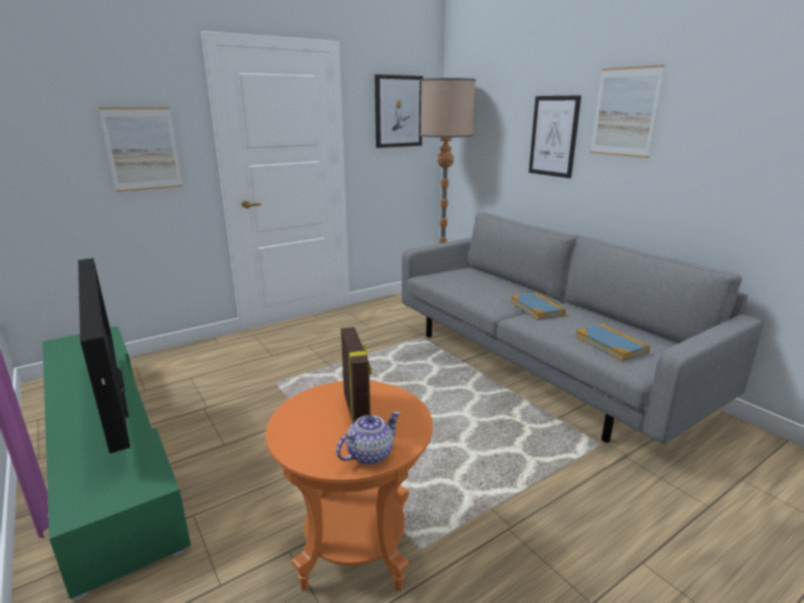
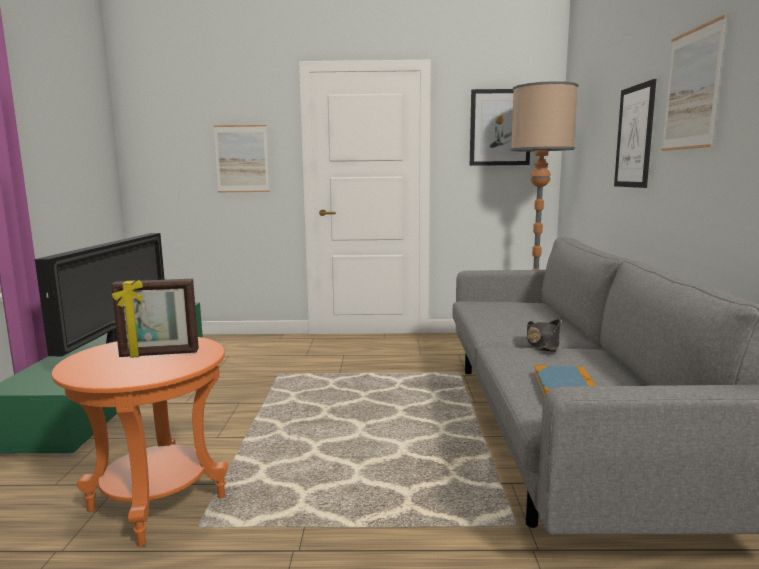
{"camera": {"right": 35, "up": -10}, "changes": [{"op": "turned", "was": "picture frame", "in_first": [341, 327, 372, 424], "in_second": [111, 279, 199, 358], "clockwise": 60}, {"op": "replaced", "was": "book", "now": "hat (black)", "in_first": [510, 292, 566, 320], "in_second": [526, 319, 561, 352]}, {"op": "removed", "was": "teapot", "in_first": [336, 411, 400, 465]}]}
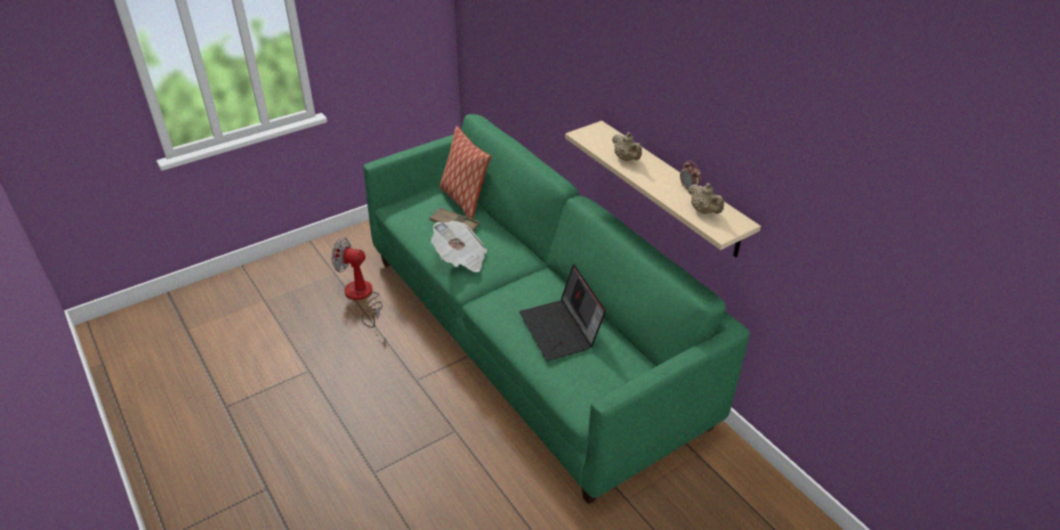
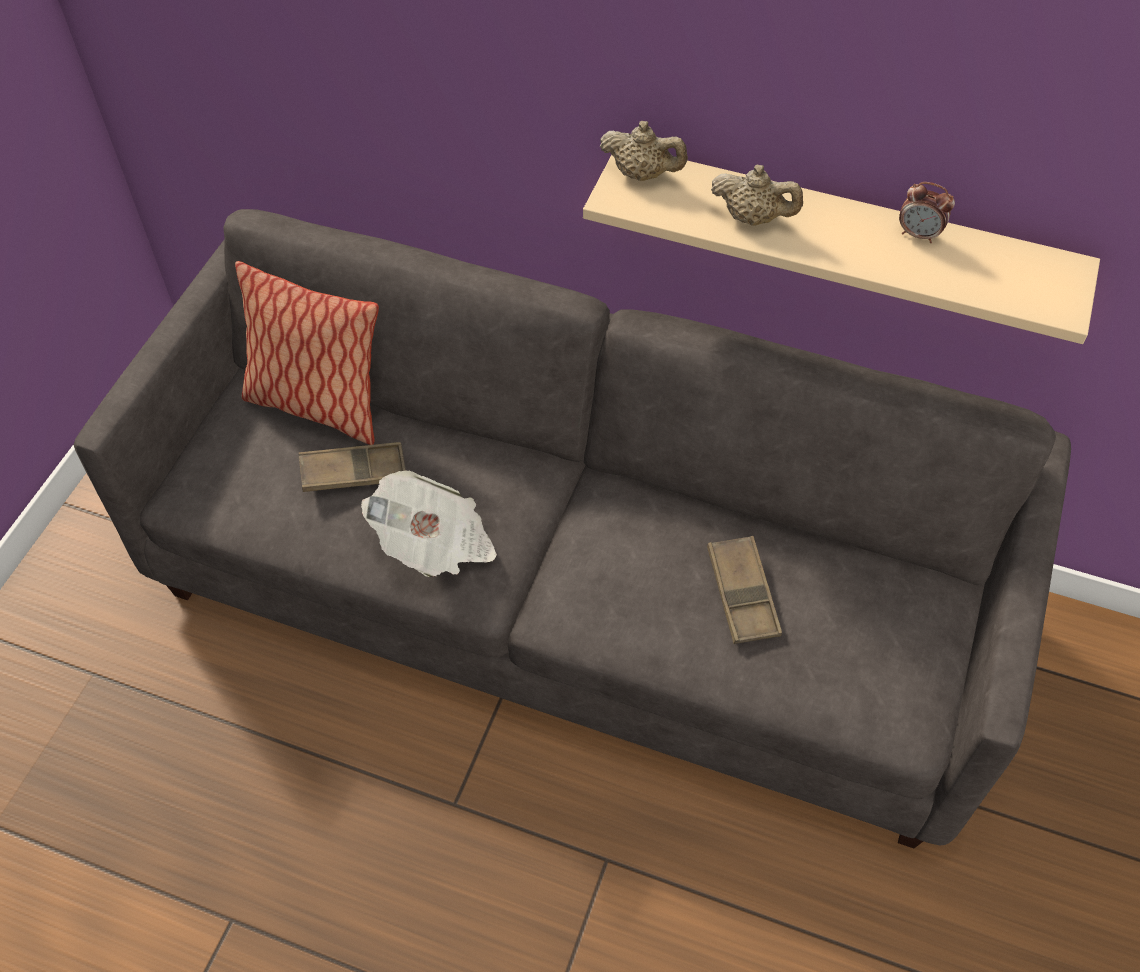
{"camera": {"right": -35, "up": 15}, "changes": [{"op": "recoloured", "was": "sofa (green)", "now": "sofa (grey)", "in_first": [363, 114, 750, 505], "in_second": [73, 209, 1071, 848]}, {"op": "moved", "was": "teapot (beige)", "in_first": [688, 183, 724, 214], "in_second": [600, 121, 688, 181]}, {"op": "replaced", "was": "laptop", "now": "tray (brown)", "in_first": [519, 264, 606, 361], "in_second": [707, 536, 782, 644]}, {"op": "removed", "was": "fan", "in_first": [331, 237, 382, 328]}]}
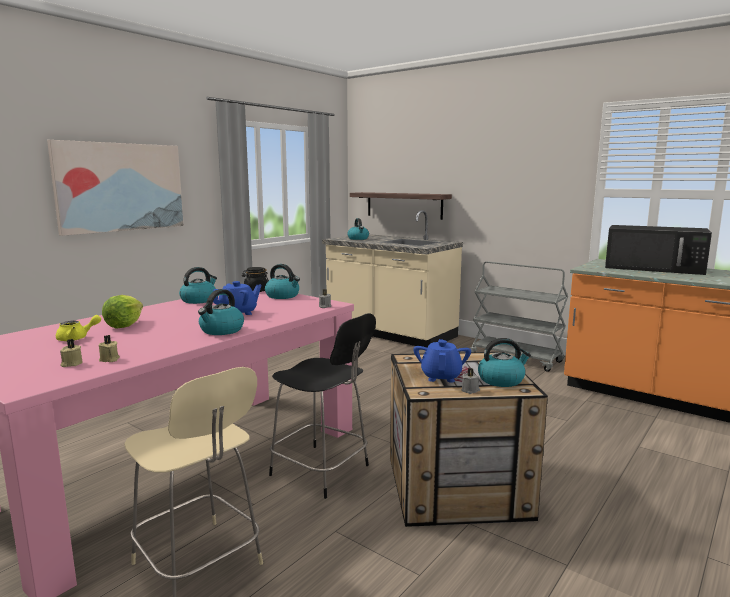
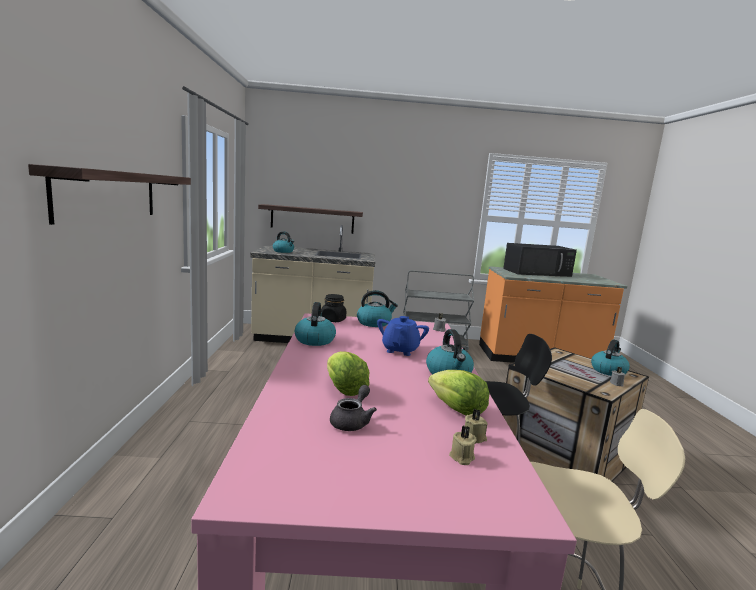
{"camera": {"right": -40, "up": 0}, "changes": [{"op": "replaced", "was": "picture", "now": "shelf", "in_first": [47, 140, 184, 236], "in_second": [28, 164, 191, 225]}, {"op": "recoloured", "was": "teapot (yellow)", "now": "teapot (grey)", "in_first": [56, 315, 101, 341], "in_second": [330, 385, 377, 431]}, {"op": "added", "now": "lettuce", "in_second": [428, 370, 489, 416]}, {"op": "removed", "was": "teapot (blue)", "in_first": [413, 339, 471, 383]}]}
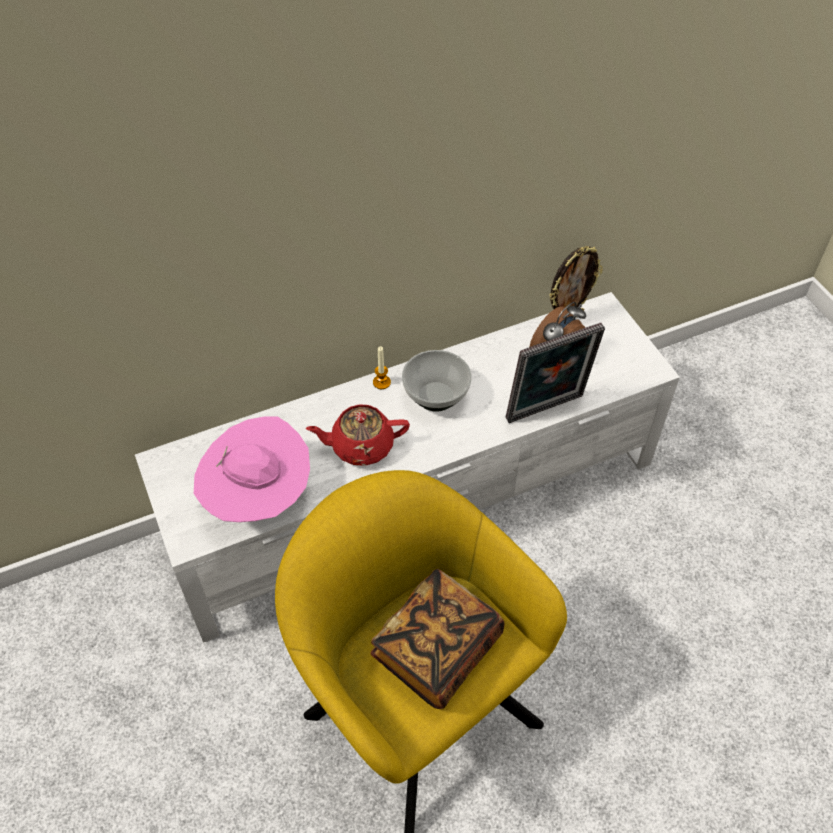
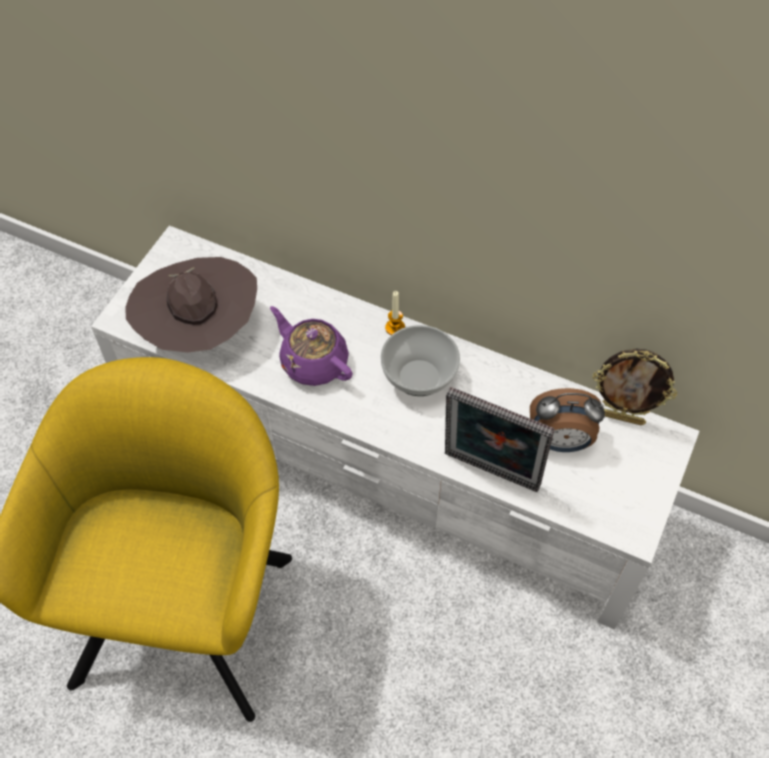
{"camera": {"right": 50, "up": 5}, "changes": [{"op": "recoloured", "was": "hat (pink)", "now": "hat (brown)", "in_first": [194, 416, 310, 522], "in_second": [126, 257, 257, 353]}, {"op": "recoloured", "was": "teapot (red)", "now": "teapot (purple)", "in_first": [306, 404, 410, 466], "in_second": [270, 306, 353, 386]}, {"op": "removed", "was": "book", "in_first": [370, 569, 505, 709]}]}
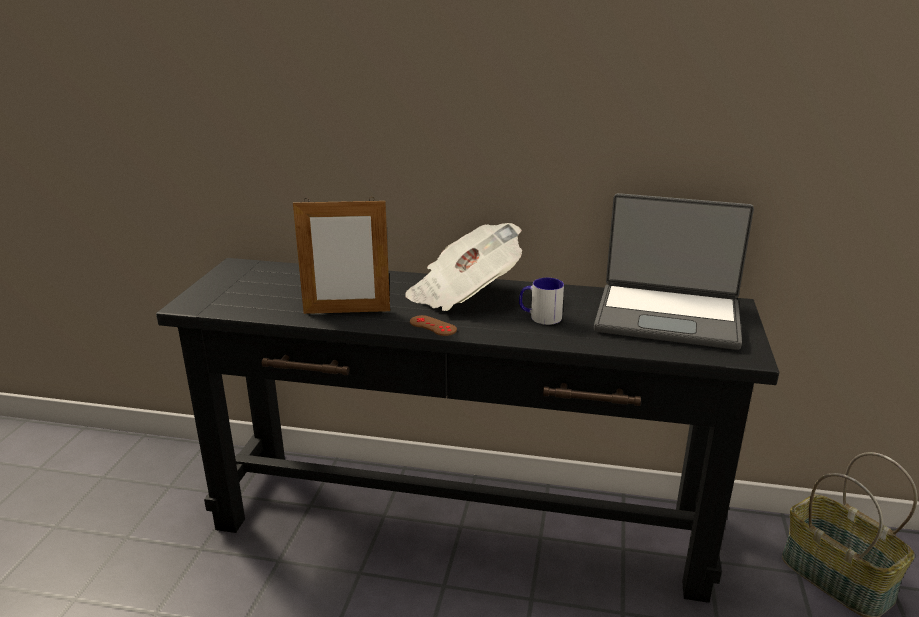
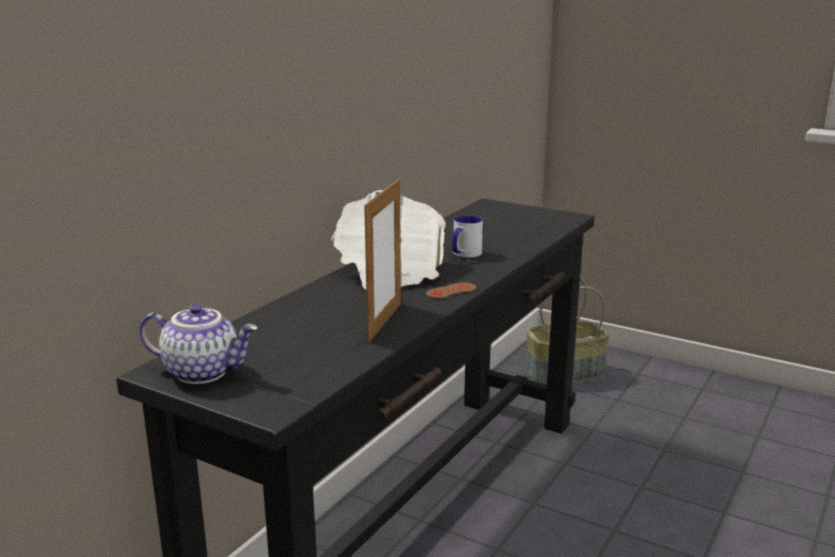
{"camera": {"right": -70, "up": -5}, "changes": [{"op": "added", "now": "teapot", "in_second": [139, 303, 258, 384]}, {"op": "removed", "was": "laptop", "in_first": [594, 193, 754, 350]}]}
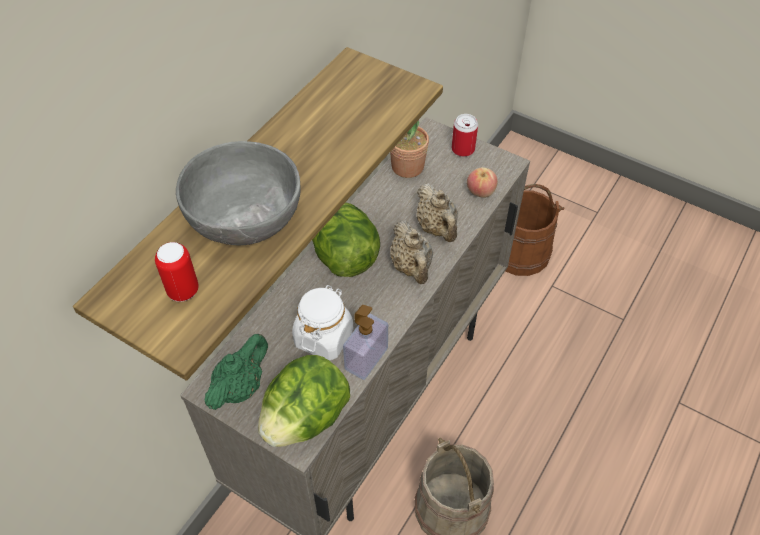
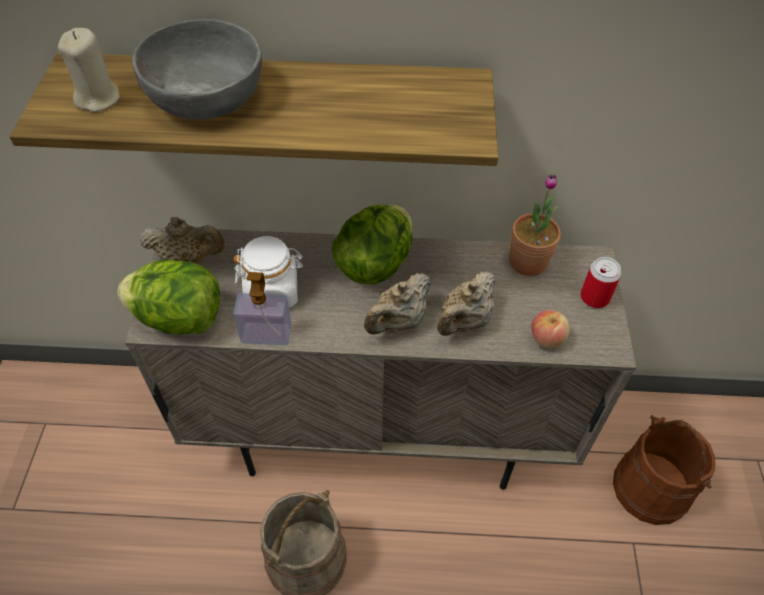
{"camera": {"right": 60, "up": 0}, "changes": [{"op": "replaced", "was": "can", "now": "candle (beige)", "in_first": [155, 242, 199, 302], "in_second": [58, 28, 120, 112]}, {"op": "recoloured", "was": "teapot (green)", "now": "teapot (beige)", "in_first": [204, 334, 268, 410], "in_second": [140, 217, 225, 264]}]}
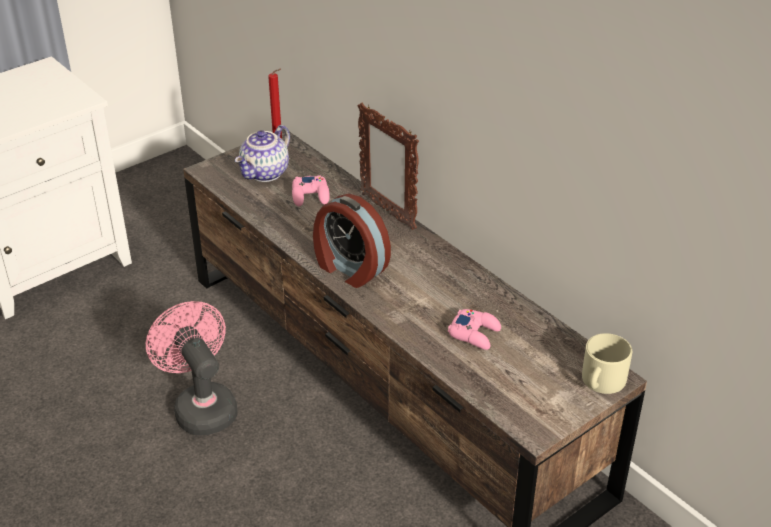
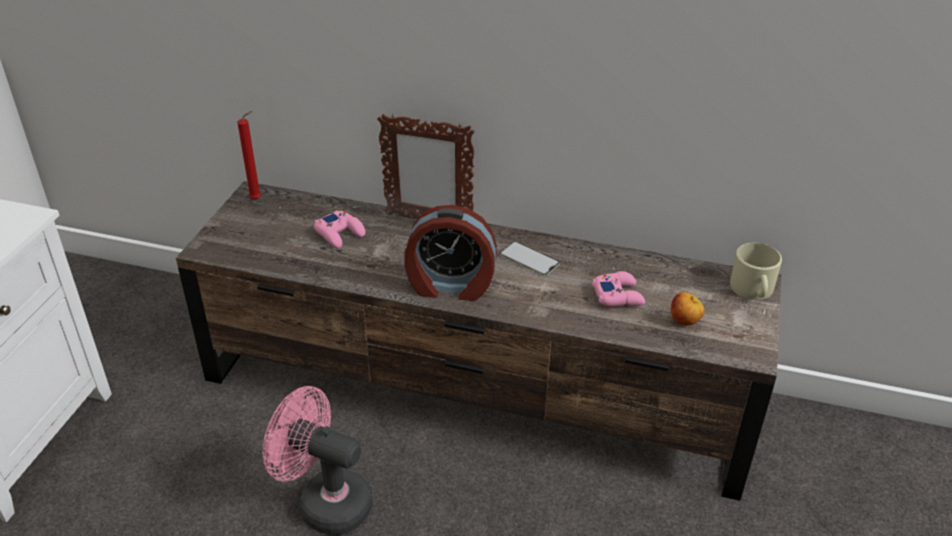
{"camera": {"right": -35, "up": 0}, "changes": [{"op": "added", "now": "phone", "in_second": [499, 241, 560, 276]}, {"op": "added", "now": "apple", "in_second": [671, 292, 704, 325]}, {"op": "removed", "was": "teapot", "in_first": [235, 125, 290, 182]}]}
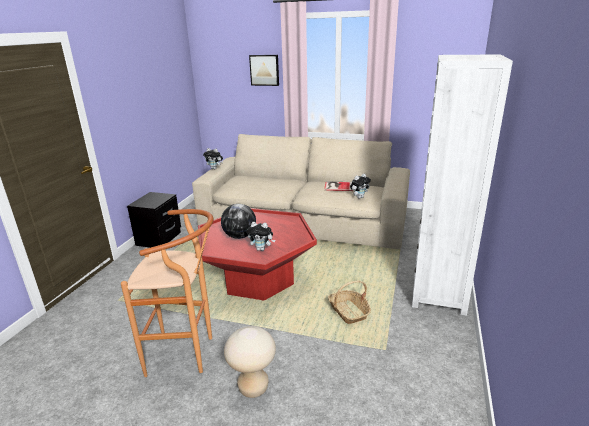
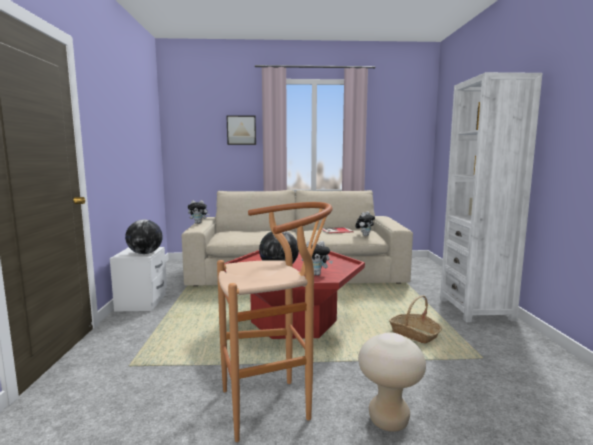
{"camera": {"right": -20, "up": -15}, "changes": [{"op": "recoloured", "was": "nightstand (black)", "now": "nightstand (white)", "in_first": [127, 192, 181, 248], "in_second": [110, 247, 167, 312]}, {"op": "added", "now": "globe", "in_second": [125, 220, 163, 254]}]}
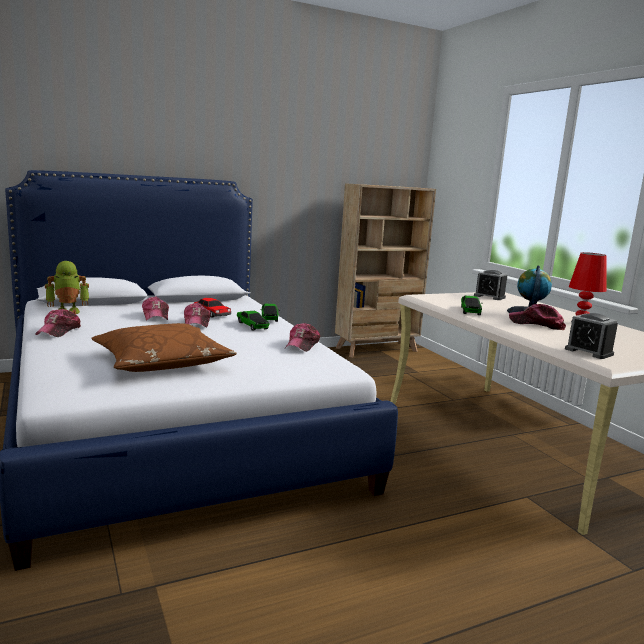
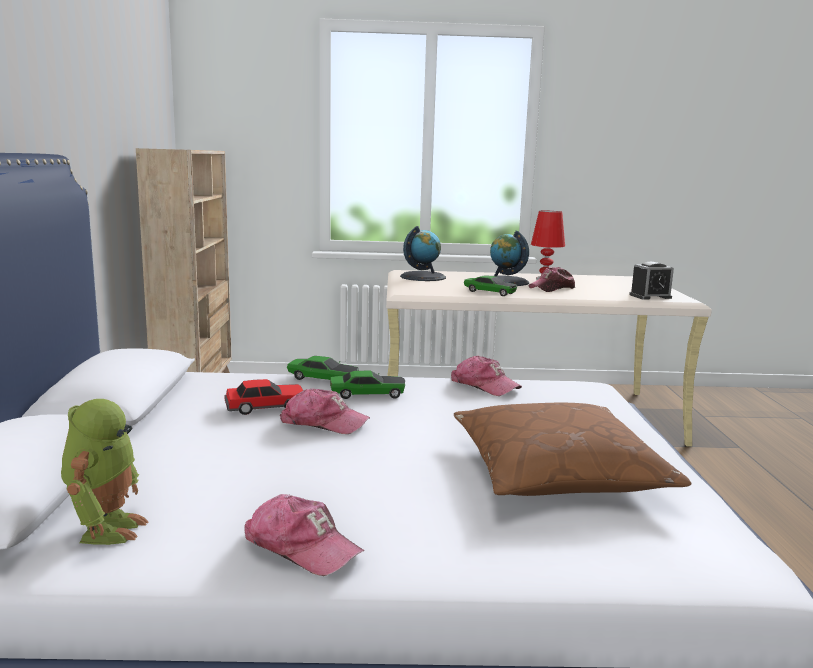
{"camera": {"right": -65, "up": 0}, "changes": [{"op": "replaced", "was": "alarm clock", "now": "globe", "in_first": [474, 270, 507, 300], "in_second": [400, 226, 446, 281]}, {"op": "removed", "was": "cap", "in_first": [142, 296, 169, 320]}]}
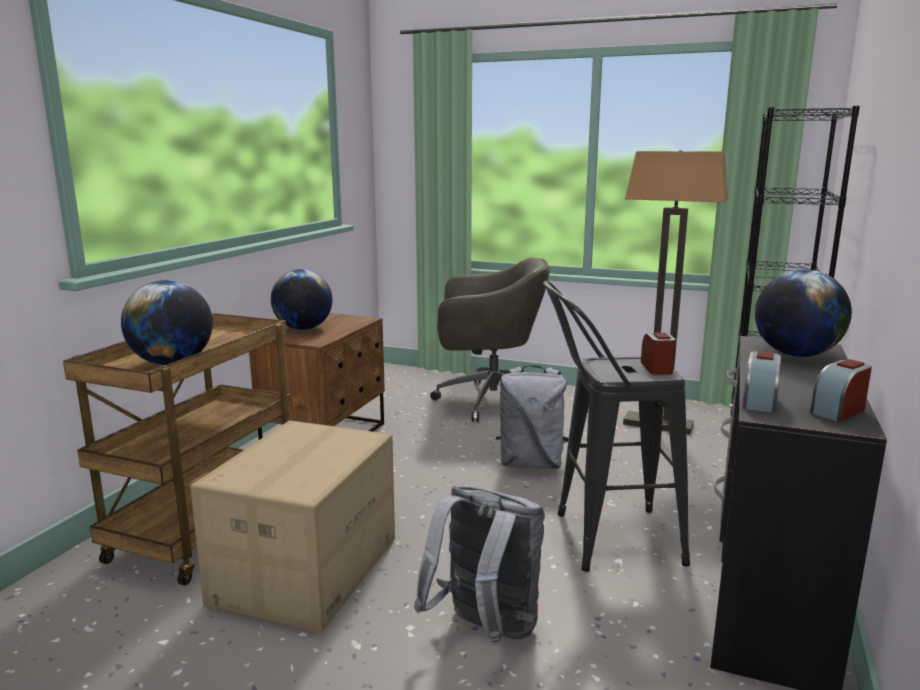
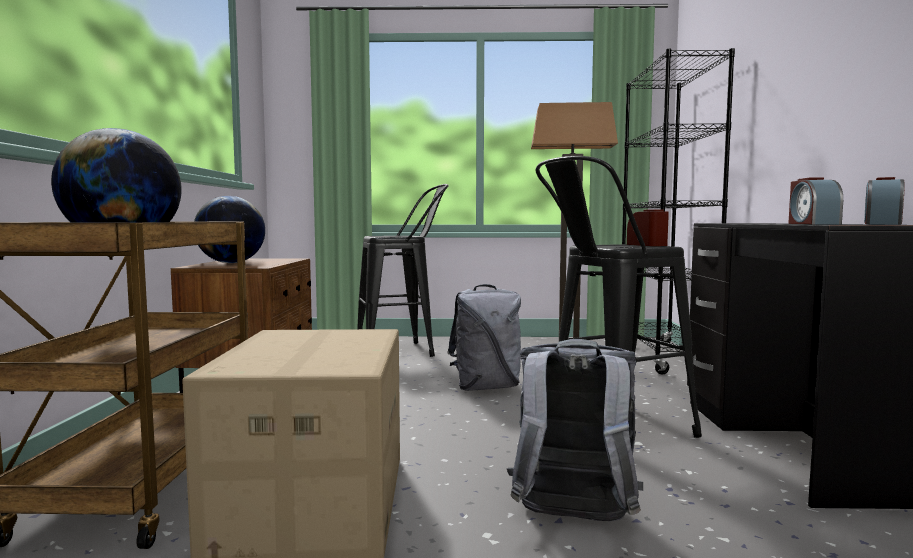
{"camera": {"right": -20, "up": -10}, "changes": [{"op": "replaced", "was": "office chair (grey)", "now": "stool (black)", "in_first": [430, 257, 550, 422], "in_second": [357, 184, 449, 357]}, {"op": "removed", "was": "globe", "in_first": [755, 269, 852, 357]}]}
